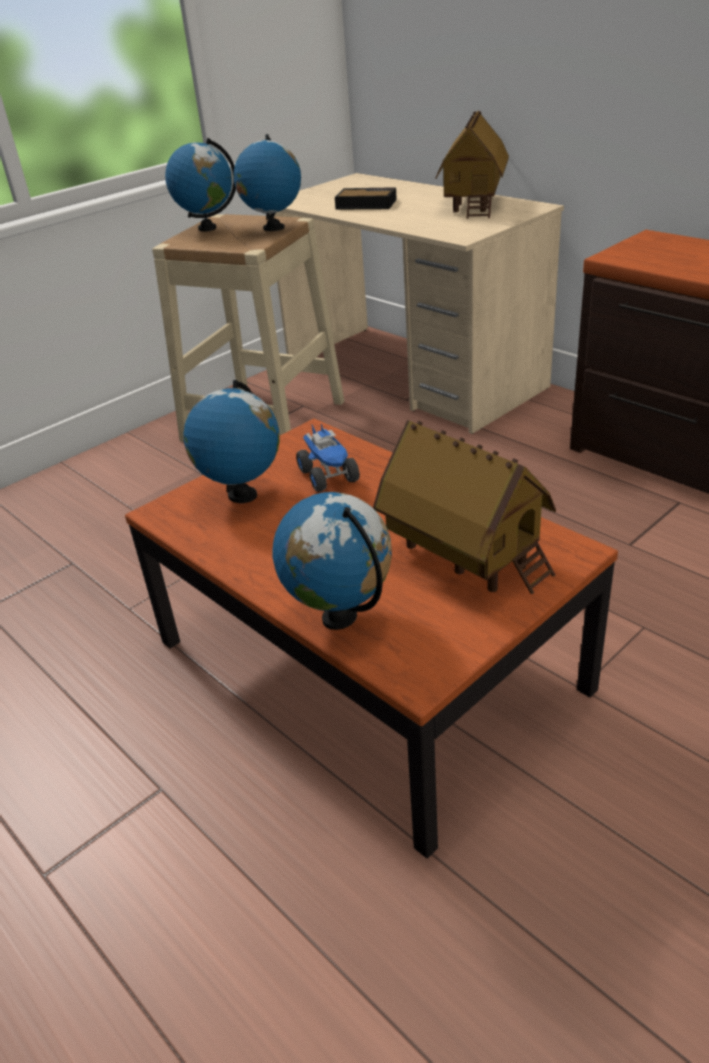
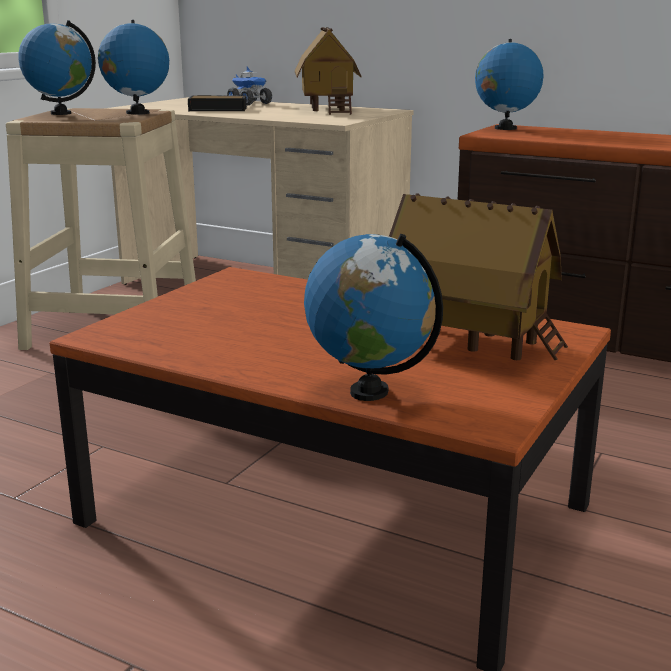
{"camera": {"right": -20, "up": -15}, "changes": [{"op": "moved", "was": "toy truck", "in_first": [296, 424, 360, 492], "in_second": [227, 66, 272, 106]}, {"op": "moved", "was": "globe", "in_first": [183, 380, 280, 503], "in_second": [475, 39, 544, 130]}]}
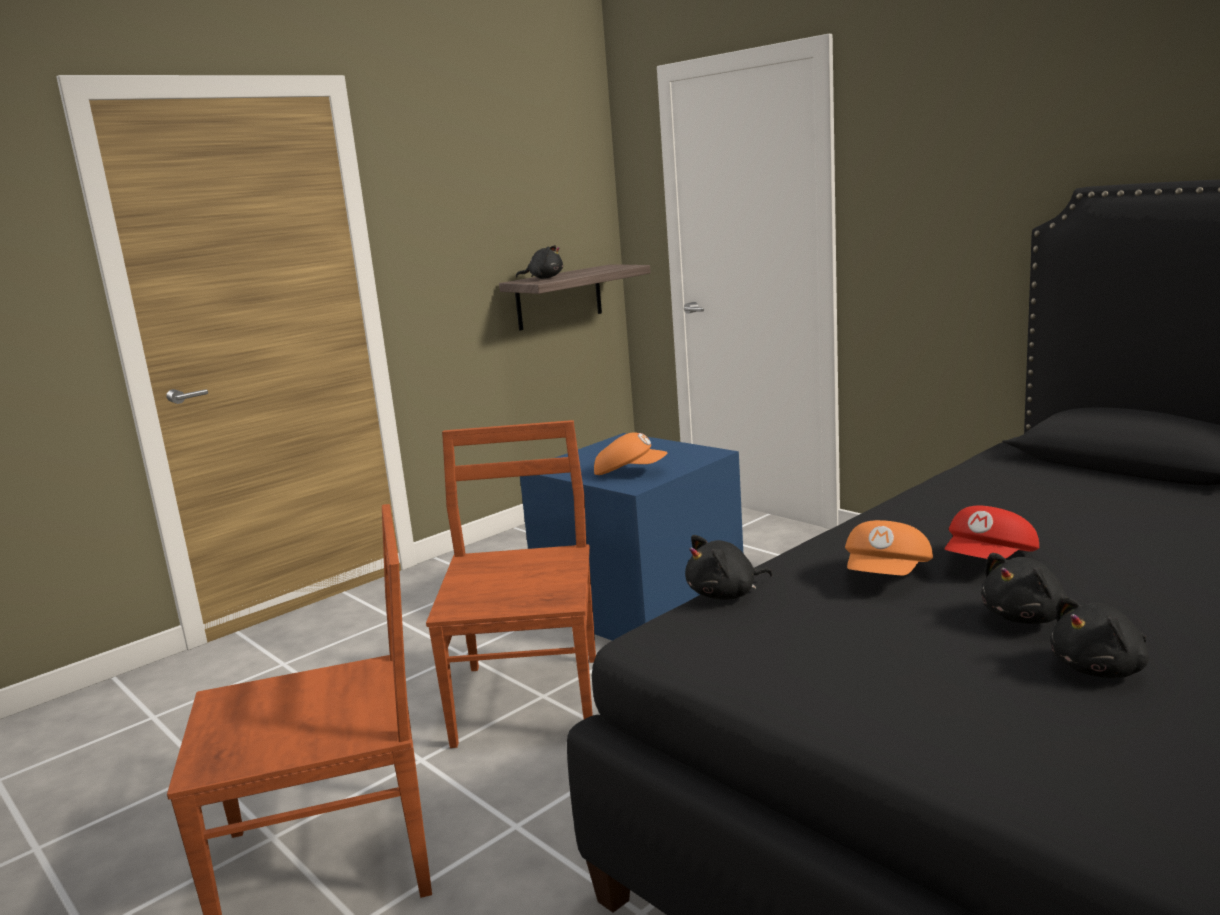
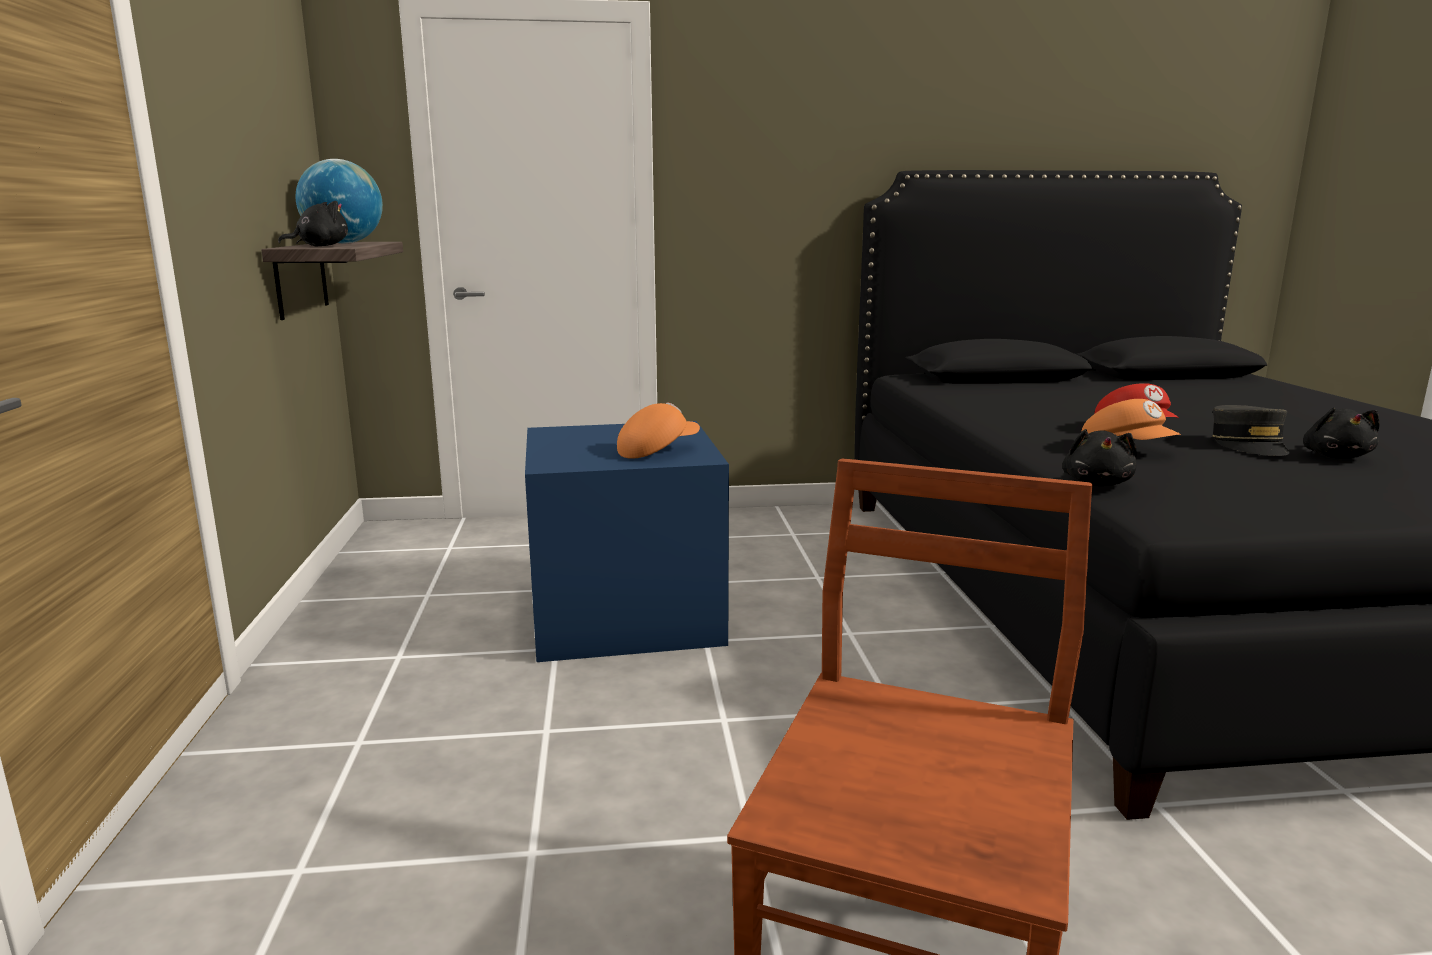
{"camera": {"right": -55, "up": 0}, "changes": [{"op": "added", "now": "globe", "in_second": [296, 159, 383, 244]}, {"op": "replaced", "was": "plush toy (black)", "now": "cap (grey)", "in_first": [981, 553, 1067, 624], "in_second": [1212, 405, 1290, 456]}, {"op": "removed", "was": "chair (brown)", "in_first": [426, 420, 596, 748]}]}
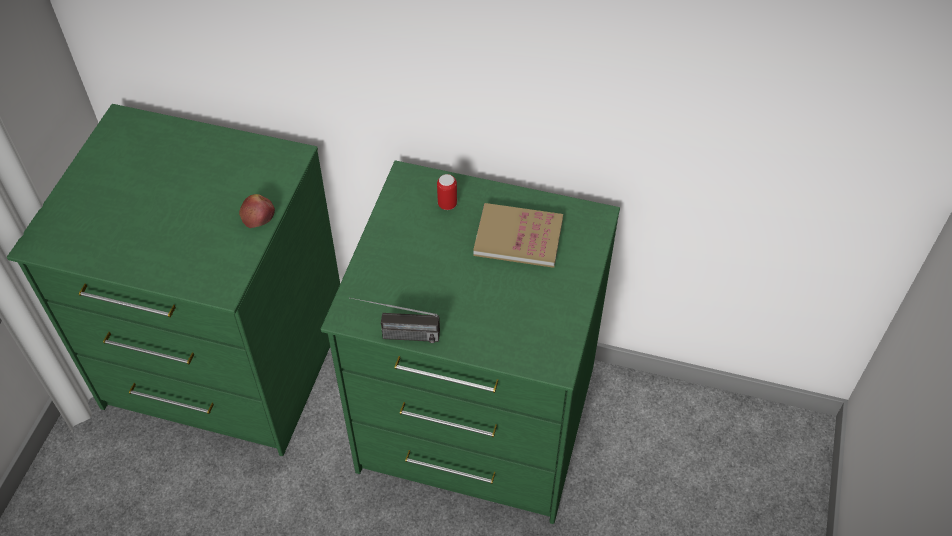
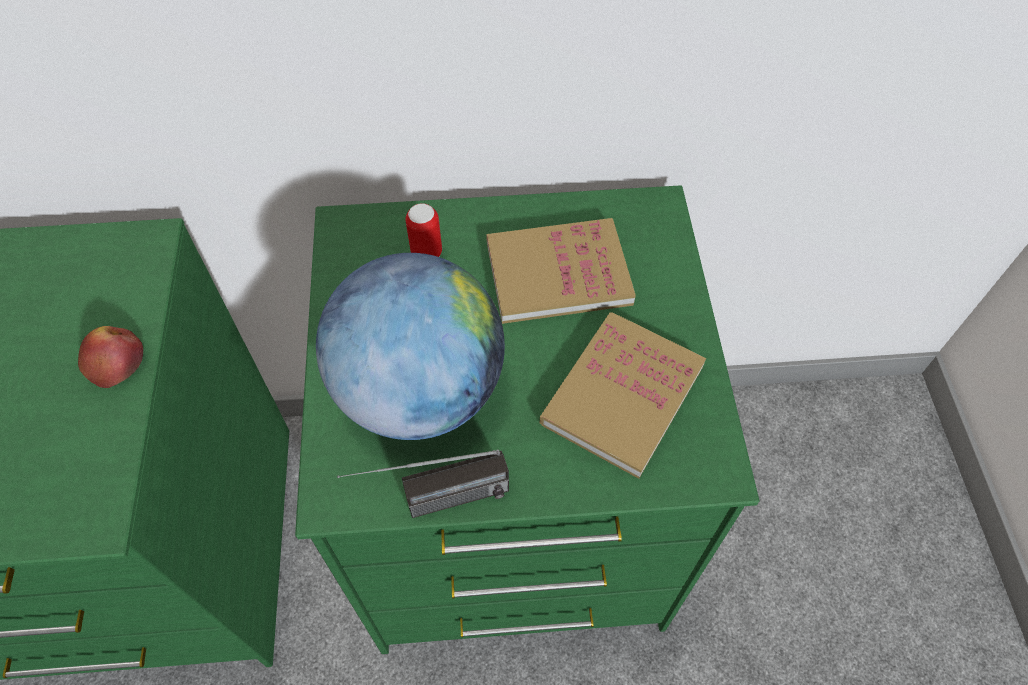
{"camera": {"right": -20, "up": 5}, "changes": [{"op": "added", "now": "globe", "in_second": [316, 253, 505, 440]}, {"op": "added", "now": "book", "in_second": [540, 312, 706, 479]}]}
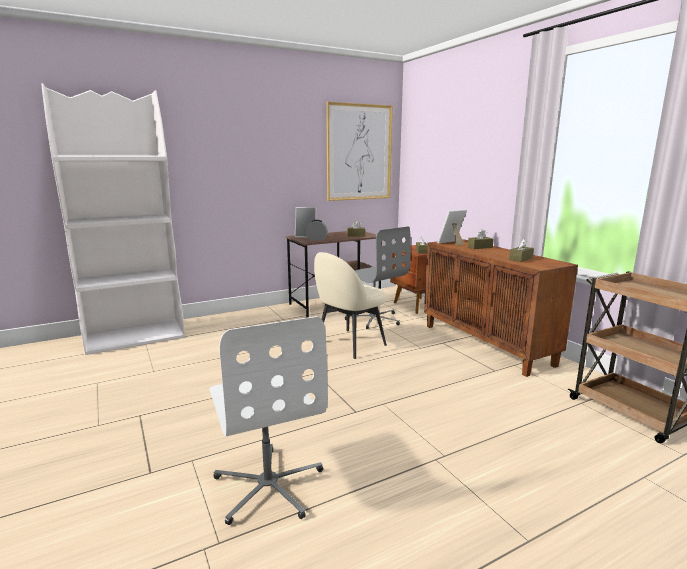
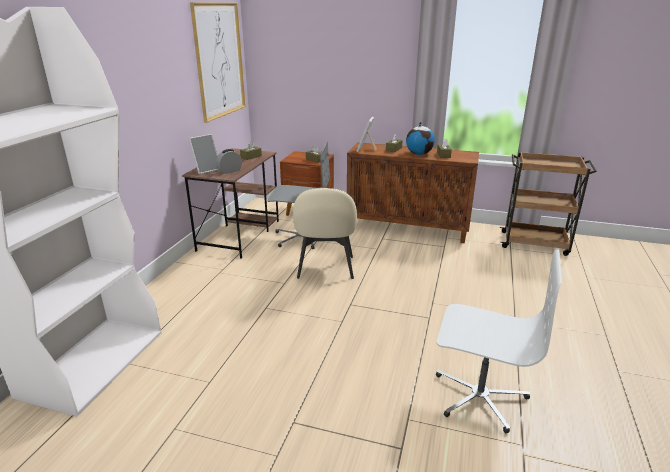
{"camera": {"right": -45, "up": 10}, "changes": [{"op": "added", "now": "globe", "in_second": [406, 122, 435, 155]}]}
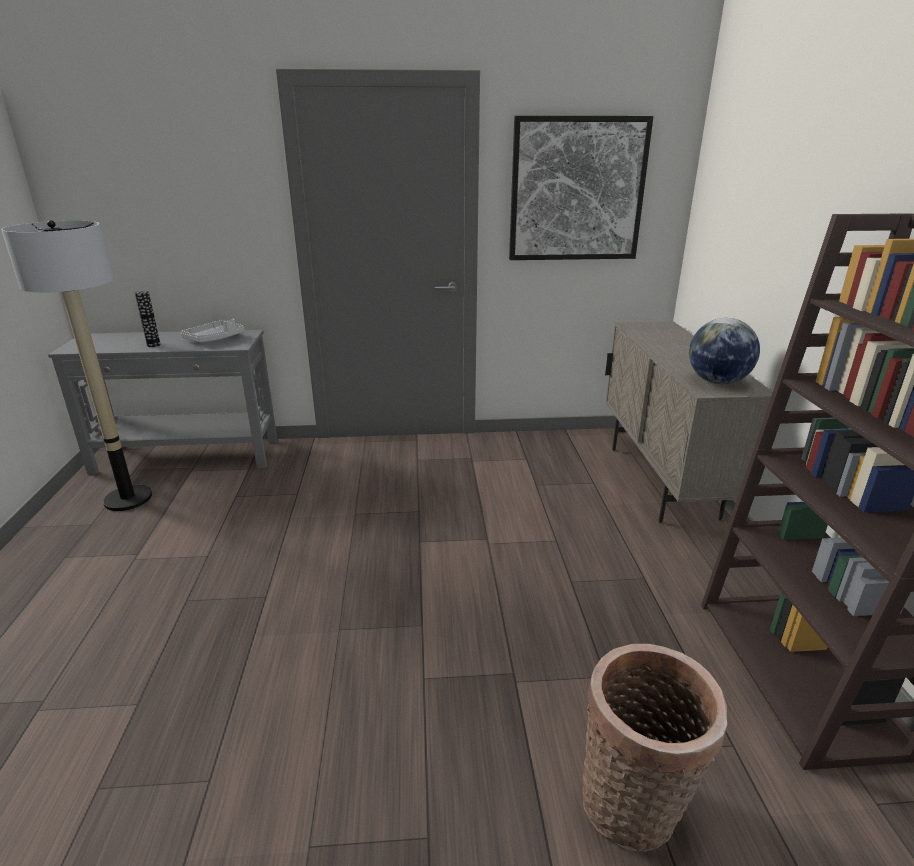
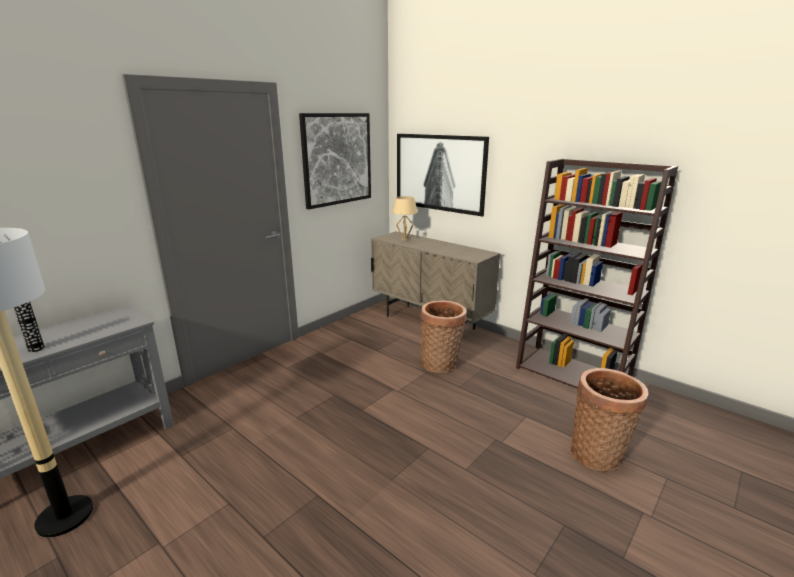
{"camera": {"right": -45, "up": -5}, "changes": [{"op": "added", "now": "table lamp (beige)", "in_second": [392, 196, 418, 241]}, {"op": "added", "now": "picture", "in_second": [397, 134, 489, 217]}, {"op": "added", "now": "basket", "in_second": [420, 300, 467, 373]}, {"op": "removed", "was": "tray (grey)", "in_first": [181, 319, 245, 342]}, {"op": "removed", "was": "globe", "in_first": [689, 318, 760, 384]}]}
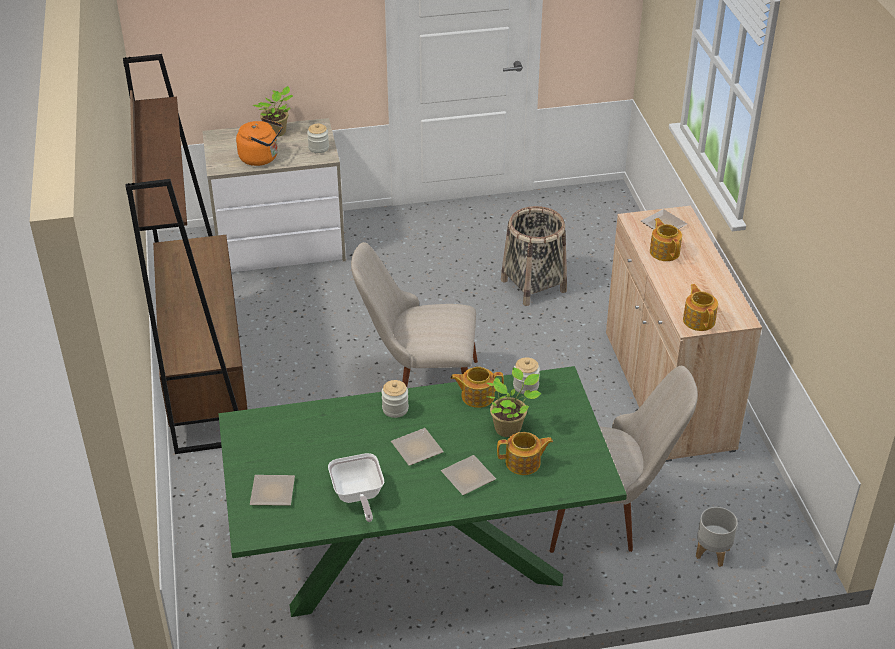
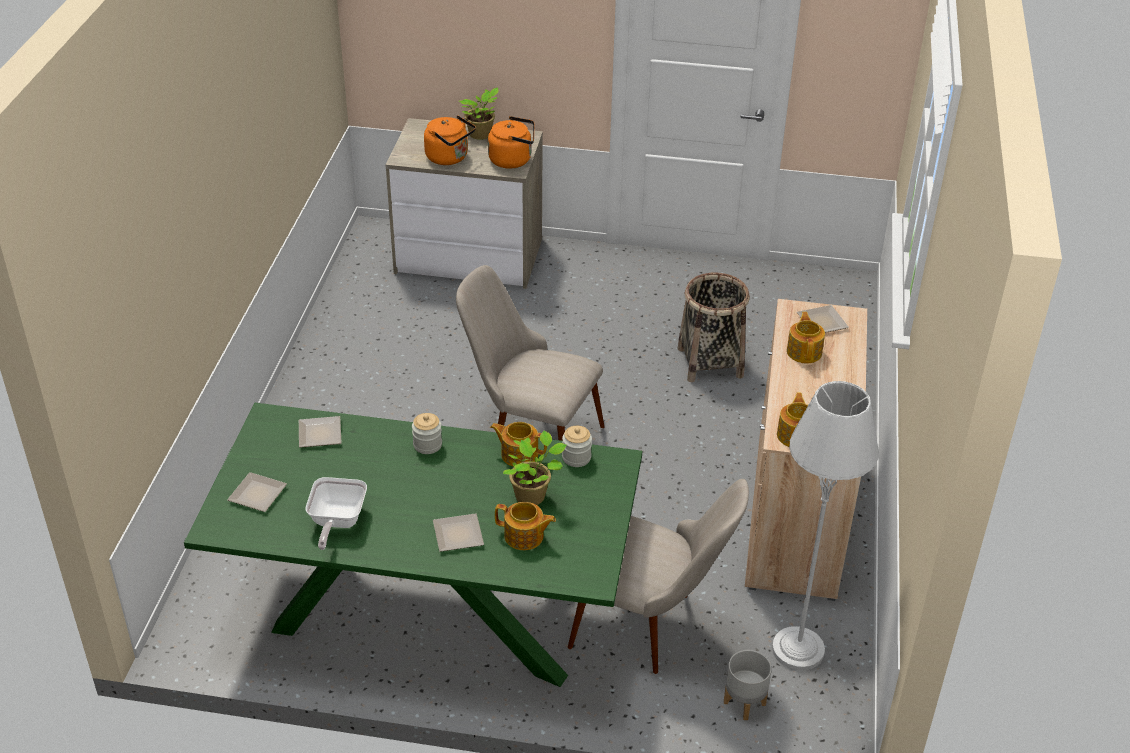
{"camera": {"right": 20, "up": 0}, "changes": [{"op": "moved", "was": "plate", "in_first": [391, 428, 444, 466], "in_second": [299, 416, 341, 448]}, {"op": "replaced", "was": "jar", "now": "kettle (orange)", "in_first": [307, 123, 329, 153], "in_second": [488, 116, 534, 169]}, {"op": "added", "now": "floor lamp (grey)", "in_second": [772, 381, 879, 670]}, {"op": "removed", "was": "bookcase (brown)", "in_first": [123, 54, 248, 454]}]}
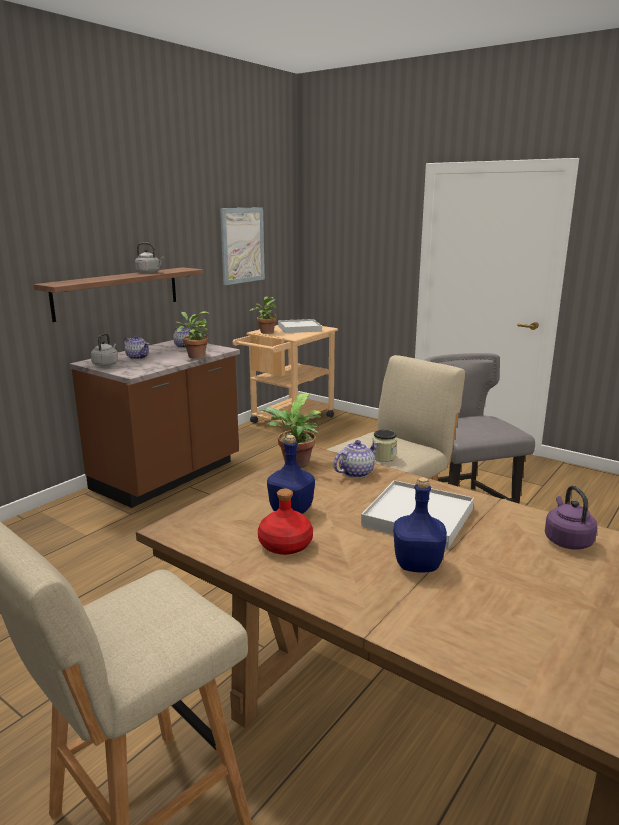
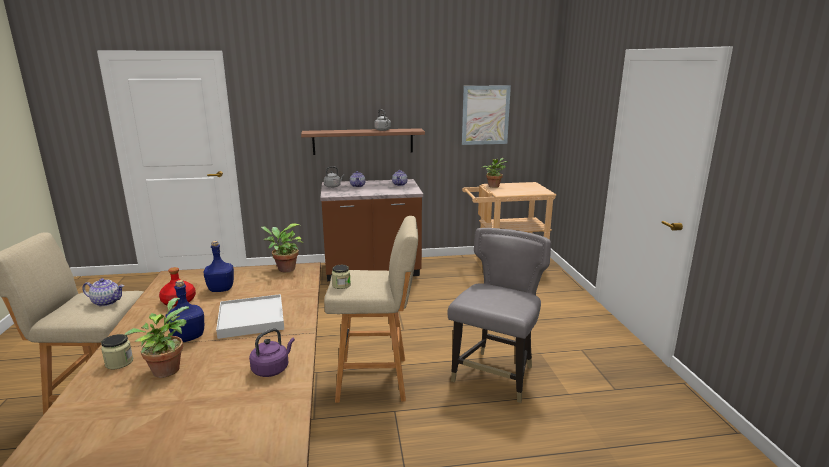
{"camera": {"right": 45, "up": 0}, "changes": [{"op": "moved", "was": "teapot", "in_first": [333, 440, 379, 478], "in_second": [82, 278, 124, 306]}, {"op": "added", "now": "jar", "in_second": [101, 334, 133, 369]}, {"op": "moved", "was": "potted plant", "in_first": [176, 311, 209, 358], "in_second": [125, 298, 189, 378]}, {"op": "removed", "was": "tray (white)", "in_first": [278, 319, 322, 333]}]}
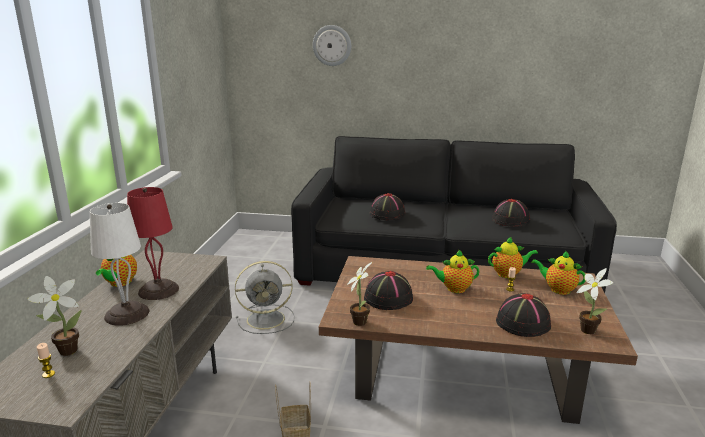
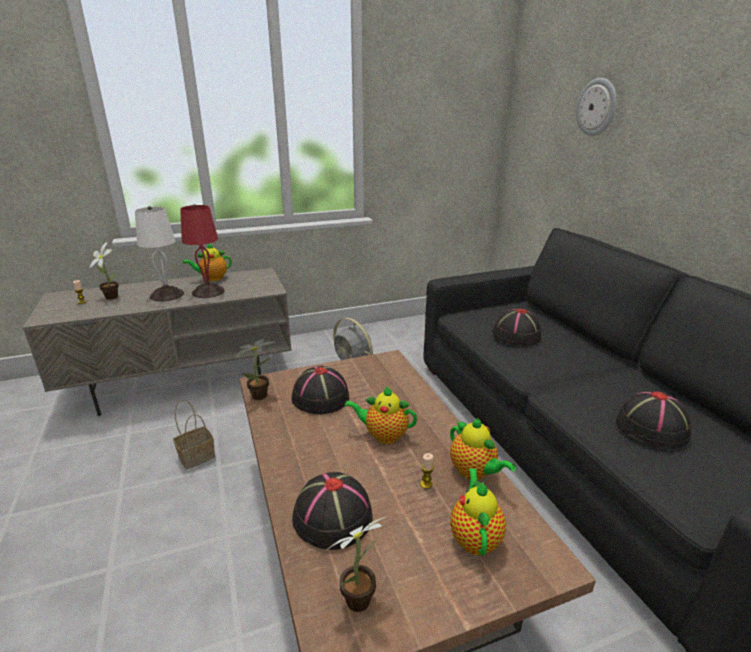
{"camera": {"right": 60, "up": 5}, "changes": [{"op": "turned", "was": "teapot", "in_first": [426, 249, 480, 293], "in_second": [344, 386, 417, 444], "clockwise": -45}]}
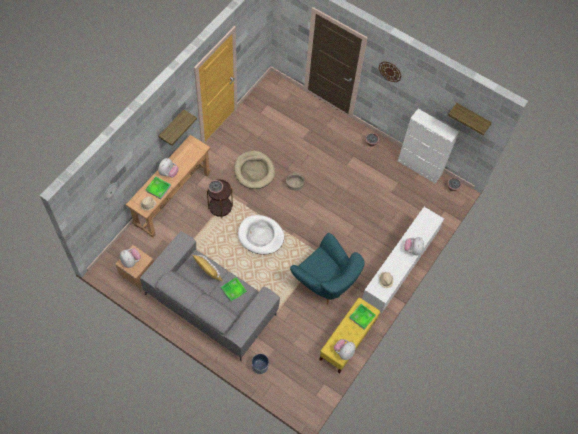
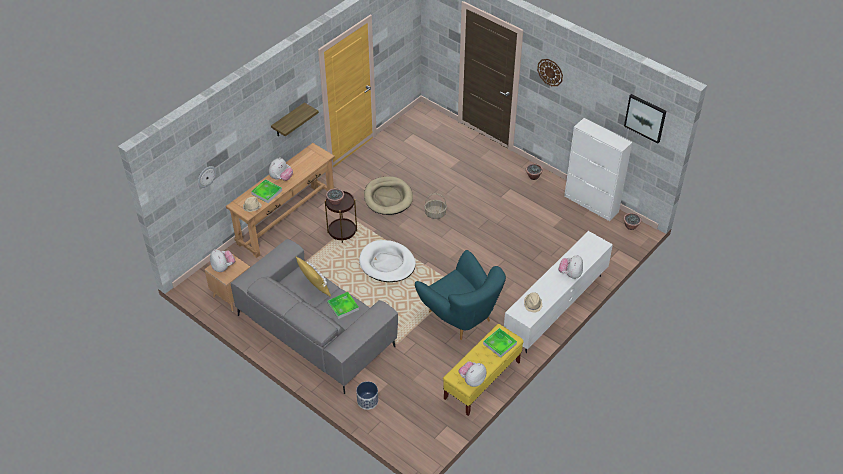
{"camera": {"right": 10, "up": -15}, "changes": [{"op": "replaced", "was": "shelf", "now": "picture", "in_first": [448, 103, 492, 135], "in_second": [624, 94, 666, 143]}]}
